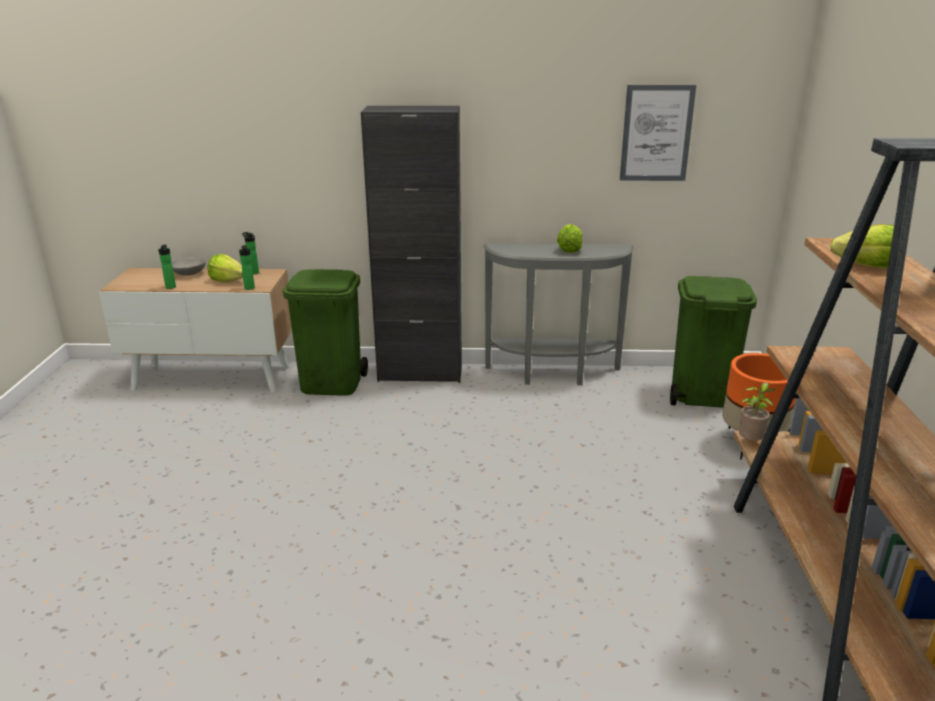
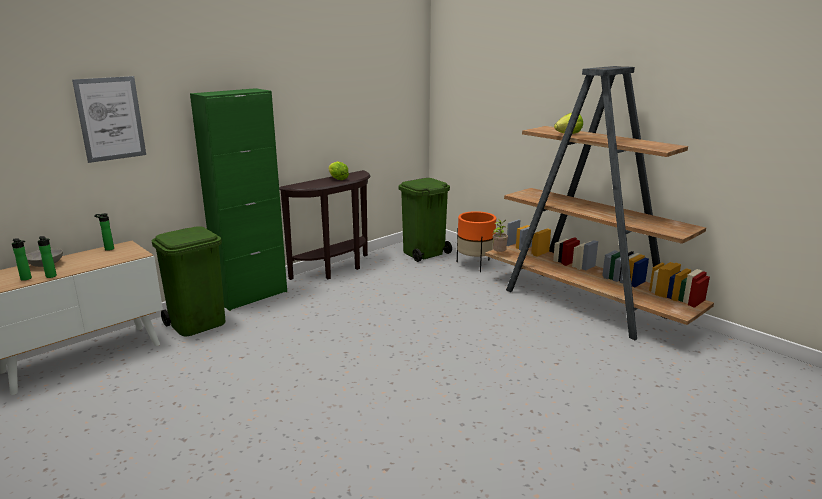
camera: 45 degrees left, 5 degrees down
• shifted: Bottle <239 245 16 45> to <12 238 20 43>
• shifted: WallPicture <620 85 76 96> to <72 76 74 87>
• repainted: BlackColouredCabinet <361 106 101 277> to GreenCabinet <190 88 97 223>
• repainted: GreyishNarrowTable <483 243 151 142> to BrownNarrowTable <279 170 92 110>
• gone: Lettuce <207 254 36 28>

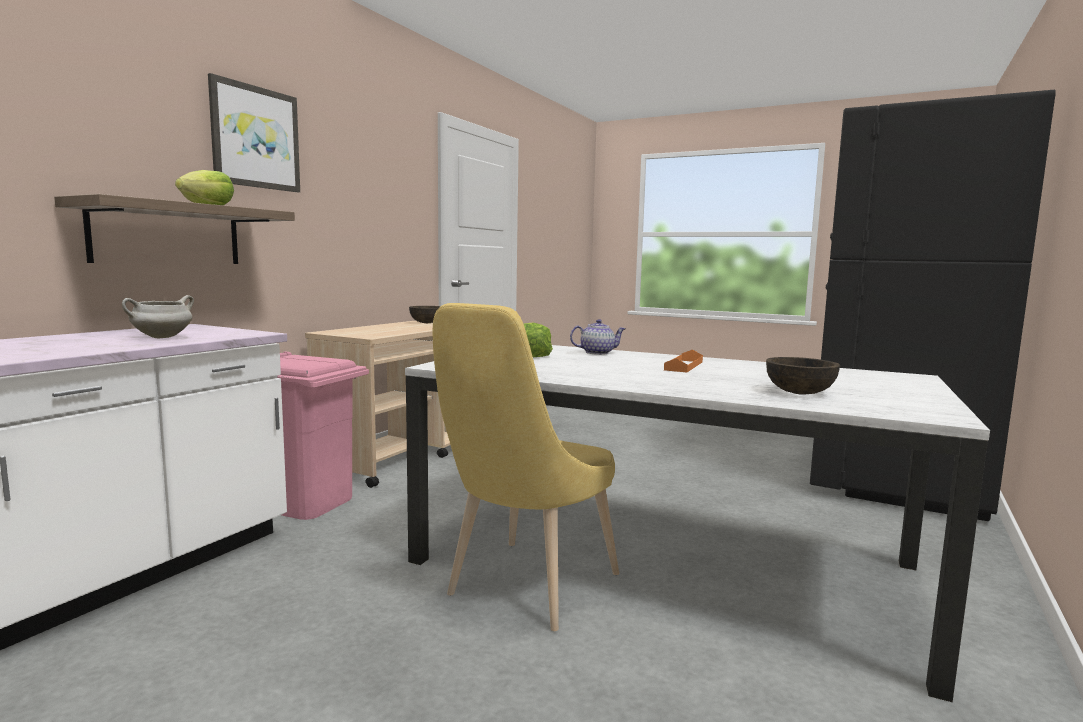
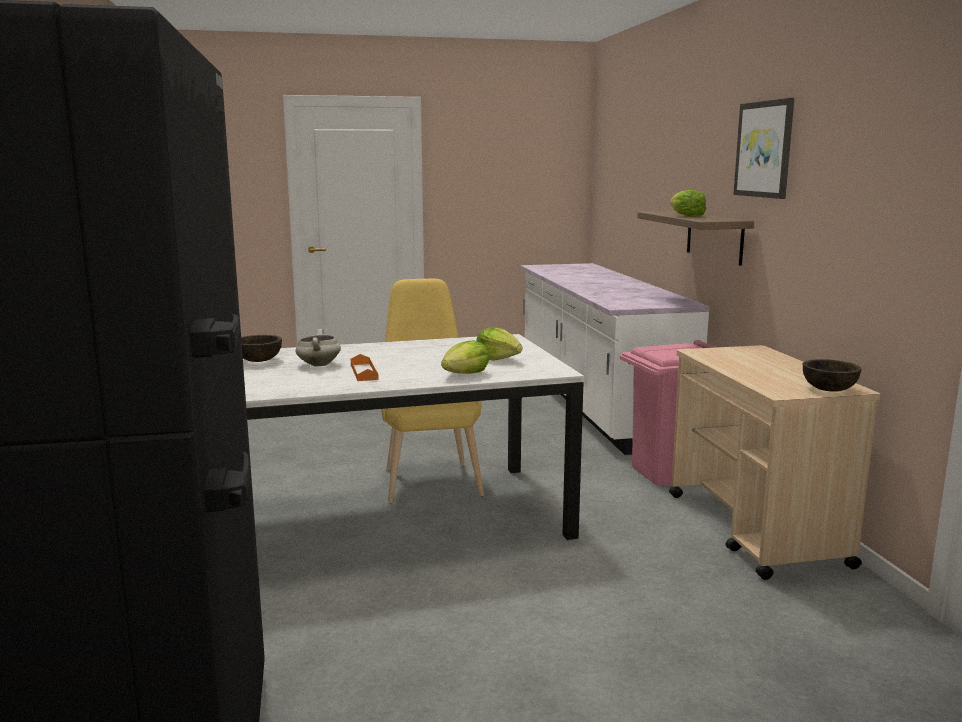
camera: 140 degrees right, 5 degrees up
• shifted: WhiteColouredCookingPot <122 295 72 43> to <295 329 46 38>
• swapped: TeaPot <570 319 56 36> to Lettuce <441 340 48 34>

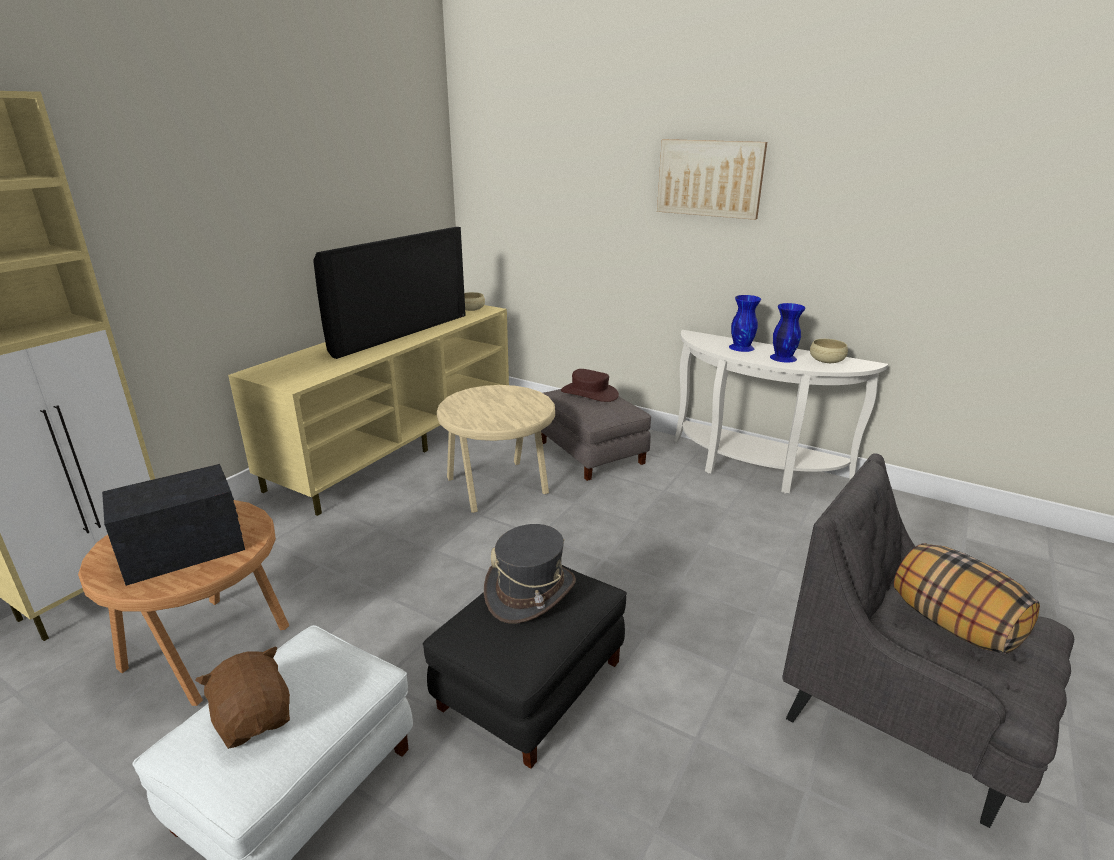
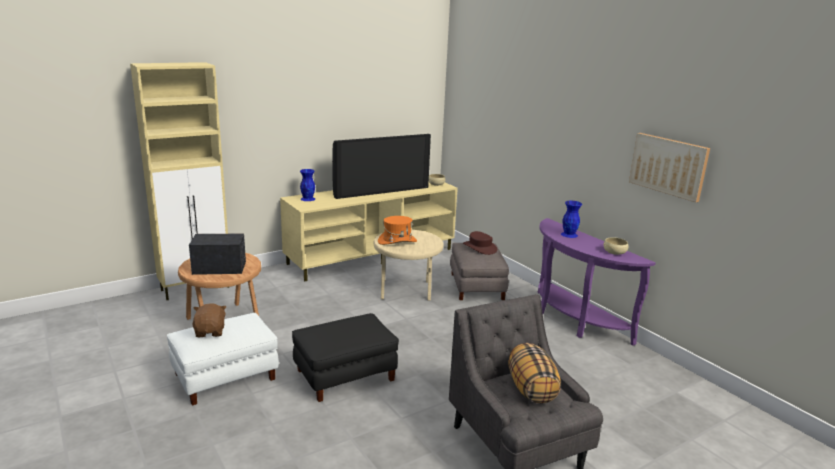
camera: 25 degrees right, 5 degrees down
• shifted: BlueColouredVase <770 303 35 60> to <300 169 15 32>
• new: OrangeyClothingHat <378 216 39 29>
• repainted: WhiteColouredNarrowTable <674 330 214 164> to PurpleNarrowTable <537 218 119 128>
• shifted: WallPicture <657 139 110 81> to <629 133 81 69>
• gone: GreyishClothingHat <484 524 92 99>

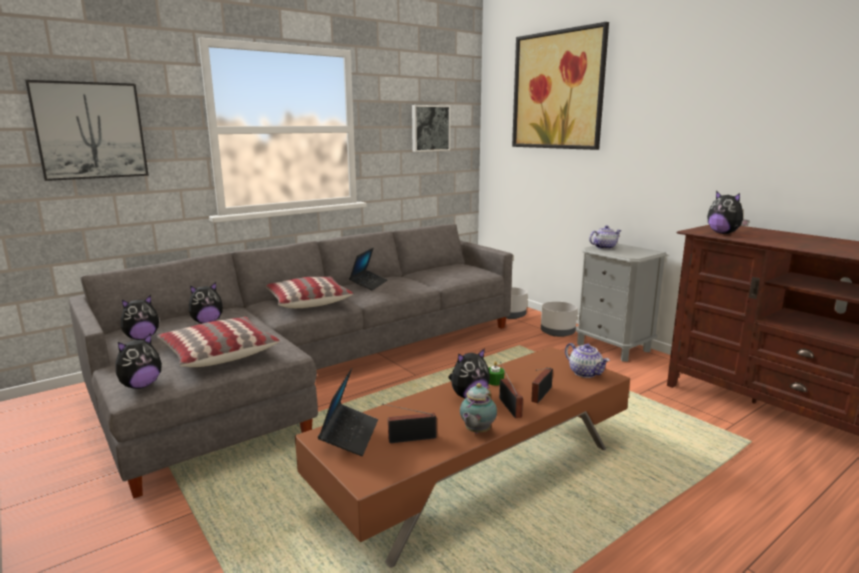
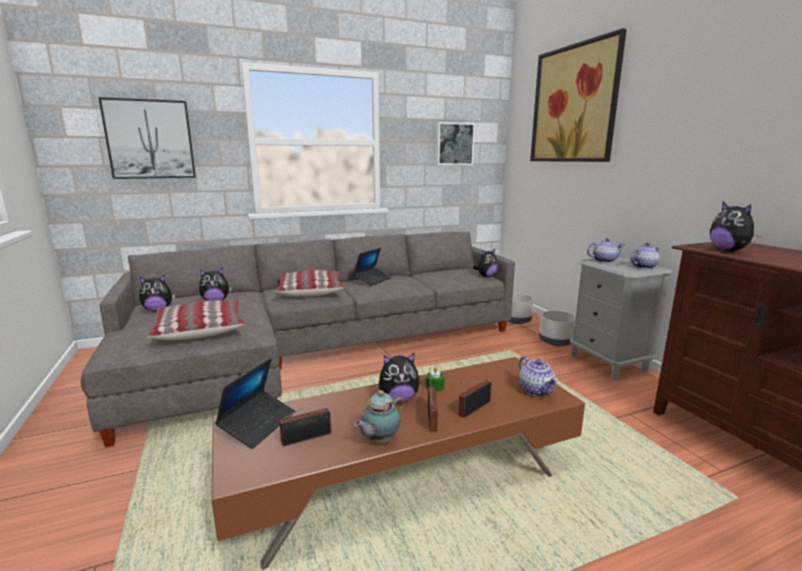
camera: 15 degrees right, 0 degrees up
• rotated: RadioSet <382 404 55 39> = <279 391 54 55> 150 degrees clockwise
• shifted: CuddlyToy <116 333 46 56> to <473 249 25 28>
• new: TeaPot <630 243 30 26>

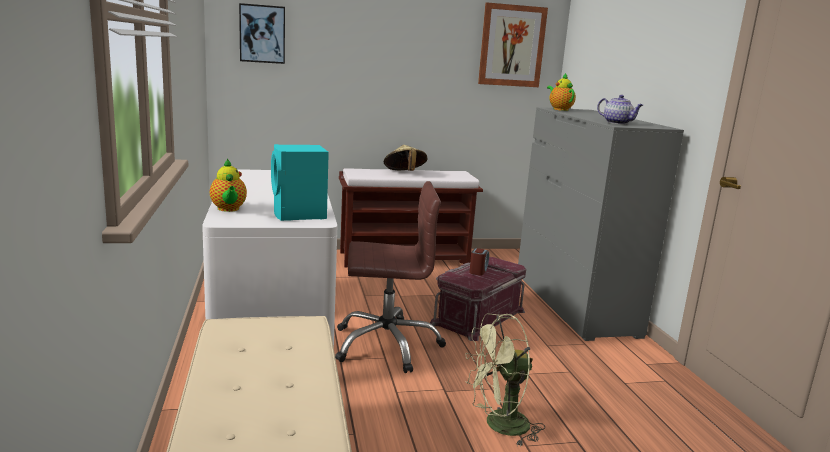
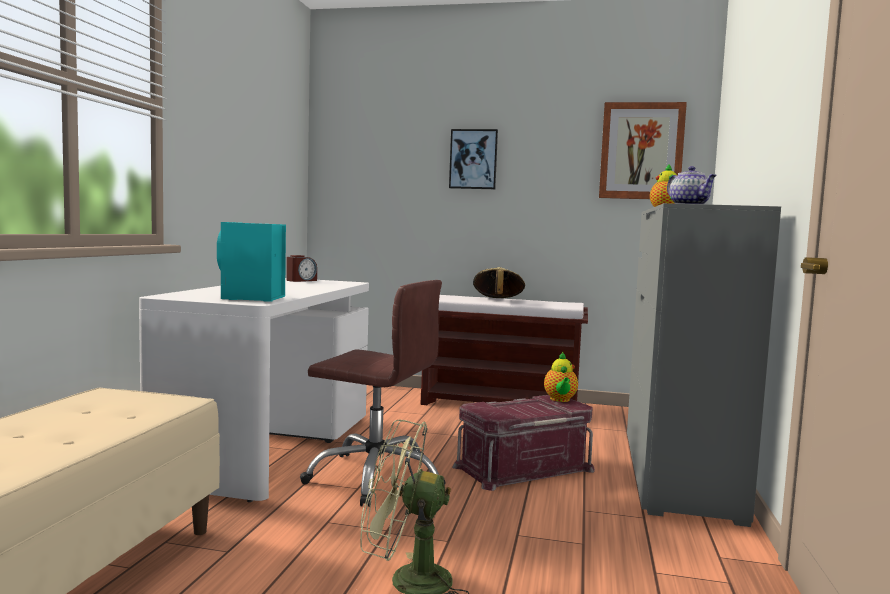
camera: 25 degrees right, 10 degrees down
• shifted: AlarmClock <469 248 20 27> to <287 255 30 27>
• shifted: WallPicture <239 3 46 61> to <449 129 49 60>
• shifted: TeaPot <210 158 37 54> to <544 352 34 50>

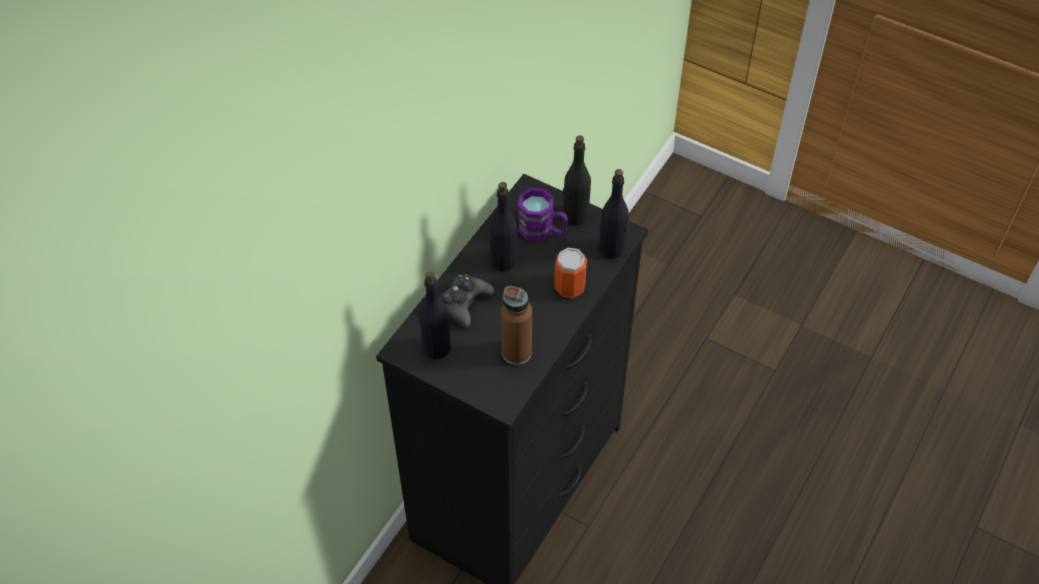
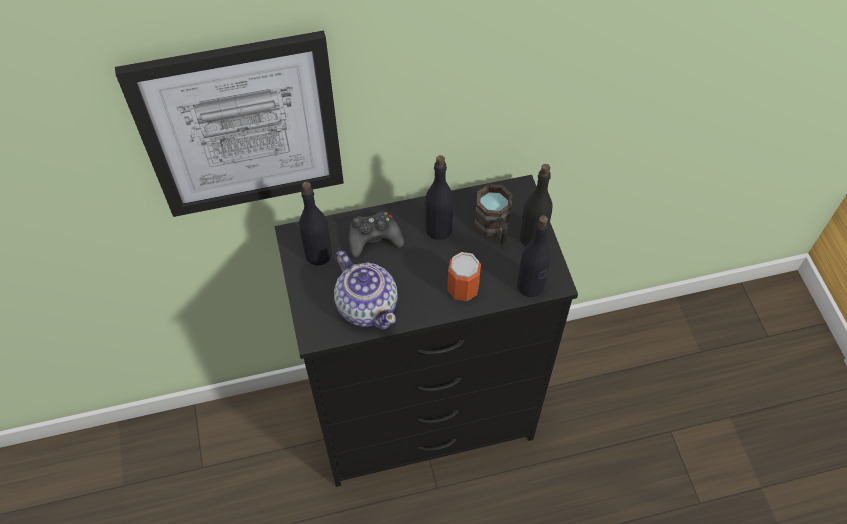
camera: 45 degrees right, 5 degrees up
• new: WallPicture <115 31 229 186>
• swapped: BrownBottle <501 286 31 79> to TeaPot <334 251 64 78>
• repainted: PurpleTeaMug <518 188 50 53> to BrownTeaMug <474 184 39 60>

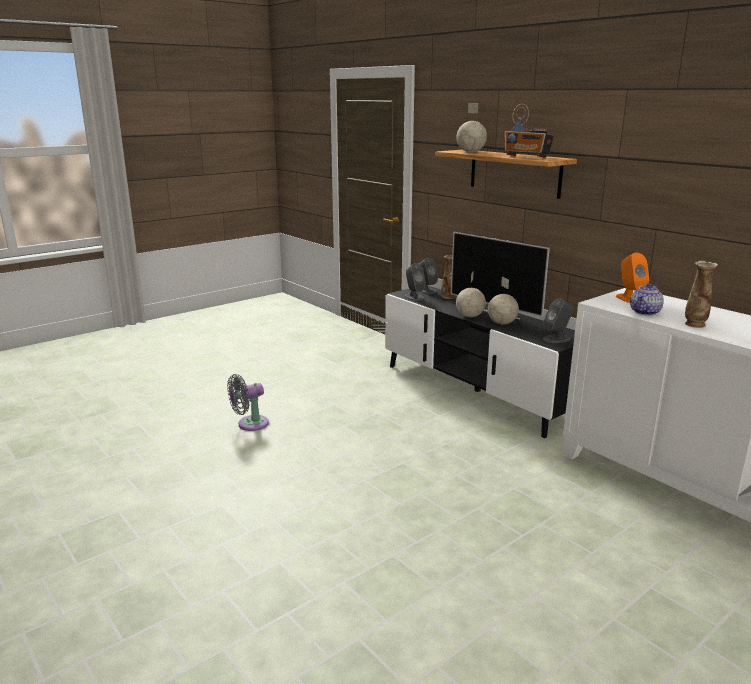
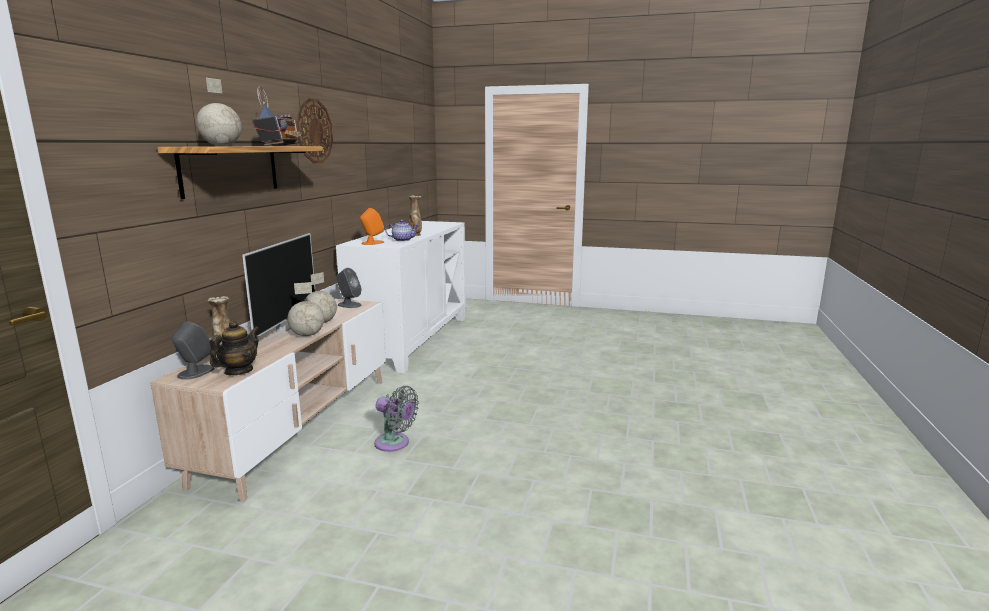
camera: 125 degrees left, 5 degrees down
• repainted: BlackColouredTvUnit <385 286 190 152> to SandColouredTvUnit <150 299 236 203>
• swapped: GreyishLoudspeaker <405 263 21 38> to TeaPot <210 320 49 55>
• new: WallClock <296 98 37 65>
• shifted: GreyishFan <227 374 42 57> to <374 386 45 66>

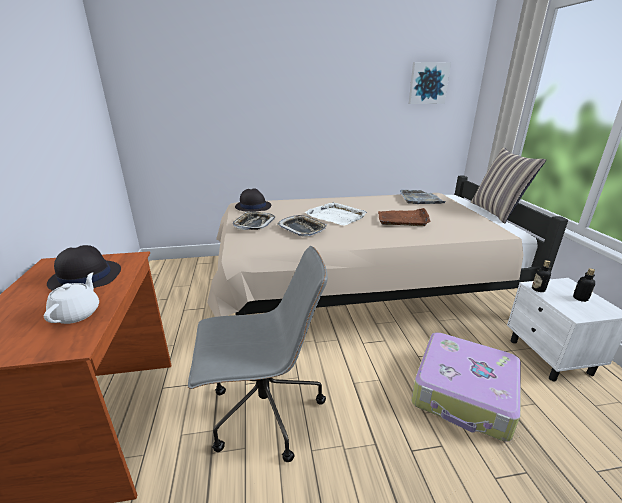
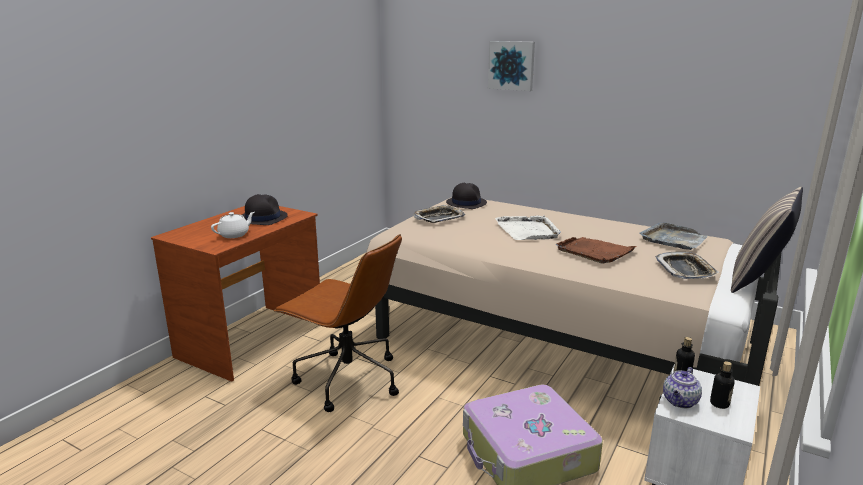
camera: 40 degrees right, 5 degrees down
• repainted: GreyishOfficeChair <188 246 140 216> to BrownOfficeChair <274 234 128 178>
• shifted: WallPicture <409 62 42 42> to <488 41 47 50>
• shifted: Tray <277 215 50 22> to <655 252 64 27>
• new: TeaPot <663 367 39 41>

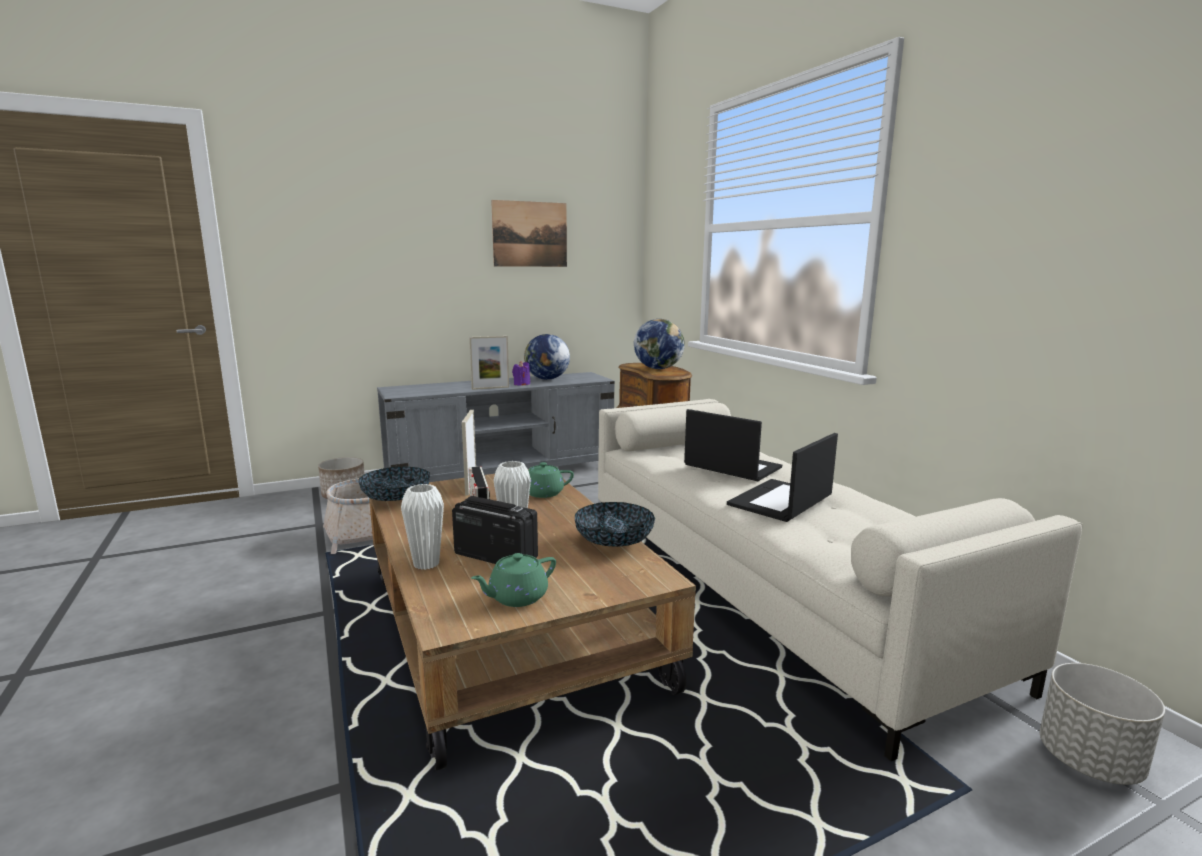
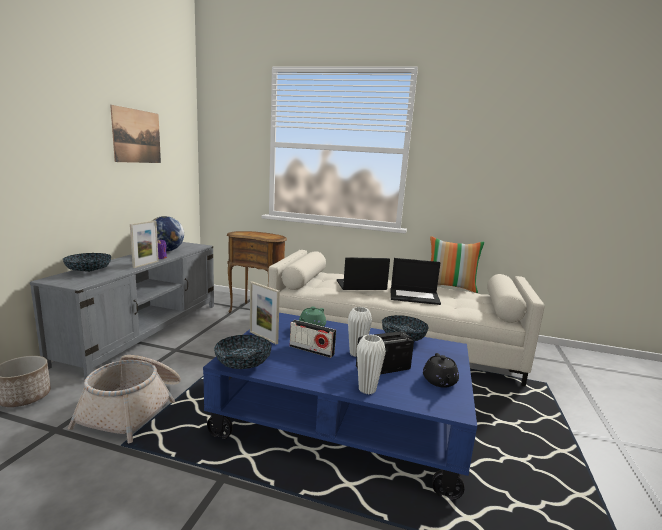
camera: 50 degrees left, 0 degrees up
• new: Bowl <63 253 48 19>
• repainted: BrownLowTable <369 474 327 297> to BlueColouredLowTable <203 313 274 187>
• rotated: PortableComputer <727 433 111 89> = <391 258 50 47> 75 degrees counterclockwise
• repainted: GreenTeaPot <471 553 85 54> to BlackColouredTeaPot <423 353 36 35>
• new: ThrowPillow <430 236 55 57>
• gone: DeskGlobe <634 319 51 50>
• gone: GreyishPlantPot <1040 663 125 122>

